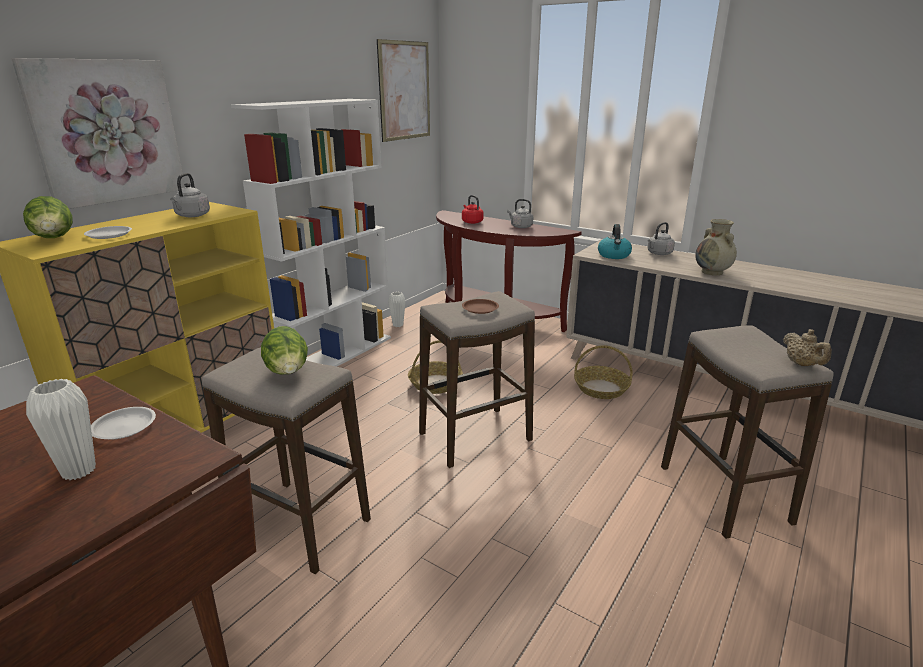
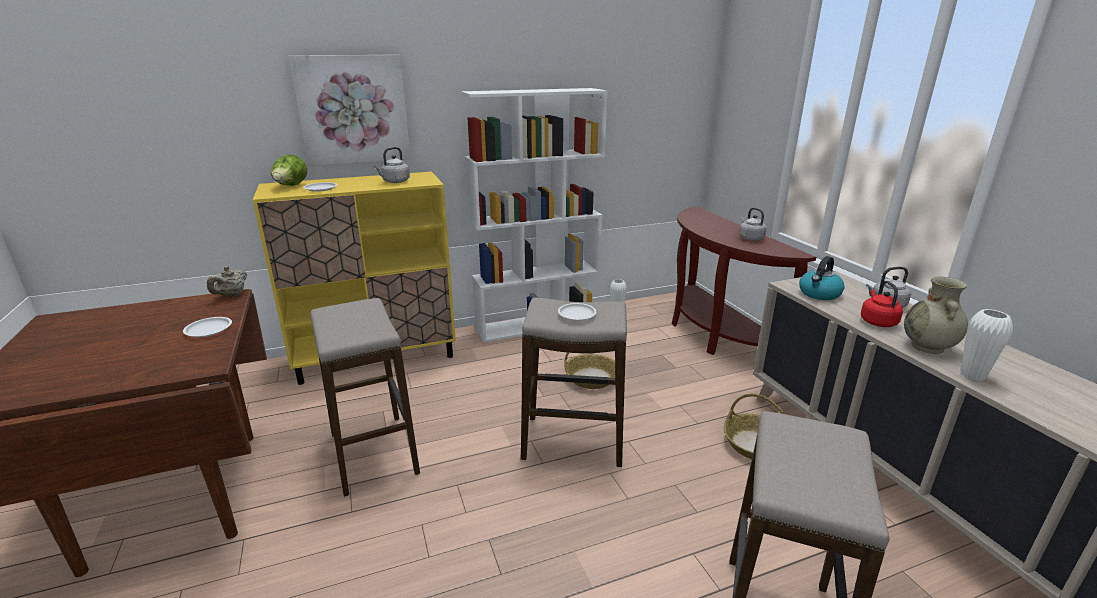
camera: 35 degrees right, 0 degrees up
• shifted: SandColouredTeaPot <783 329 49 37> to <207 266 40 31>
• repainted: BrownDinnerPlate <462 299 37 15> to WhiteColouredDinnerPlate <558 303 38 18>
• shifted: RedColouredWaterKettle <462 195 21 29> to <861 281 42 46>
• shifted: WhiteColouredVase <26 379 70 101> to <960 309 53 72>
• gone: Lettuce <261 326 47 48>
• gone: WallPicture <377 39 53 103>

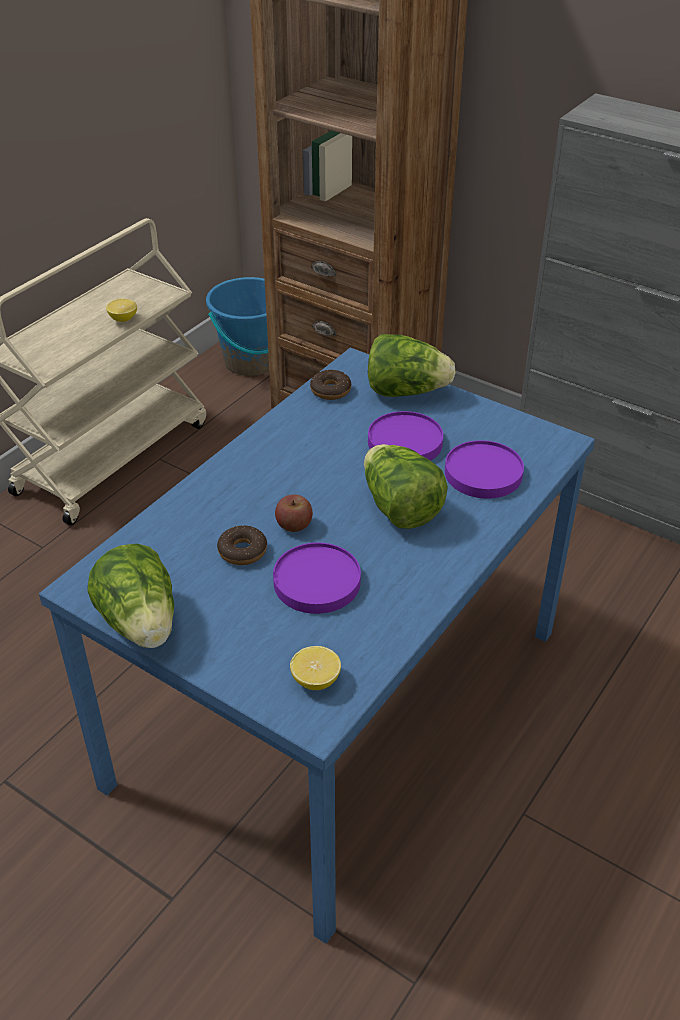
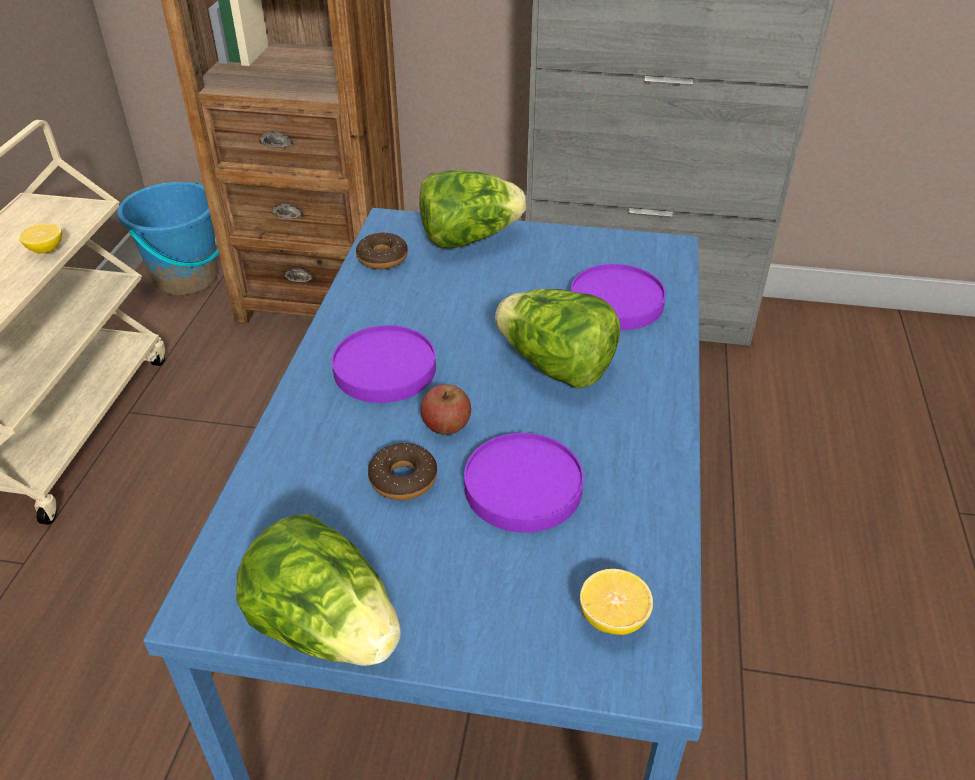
camera: 25 degrees left, 0 degrees up
• shifted: PurpleDinnerPlate <368 411 75 50> to <332 325 104 78>

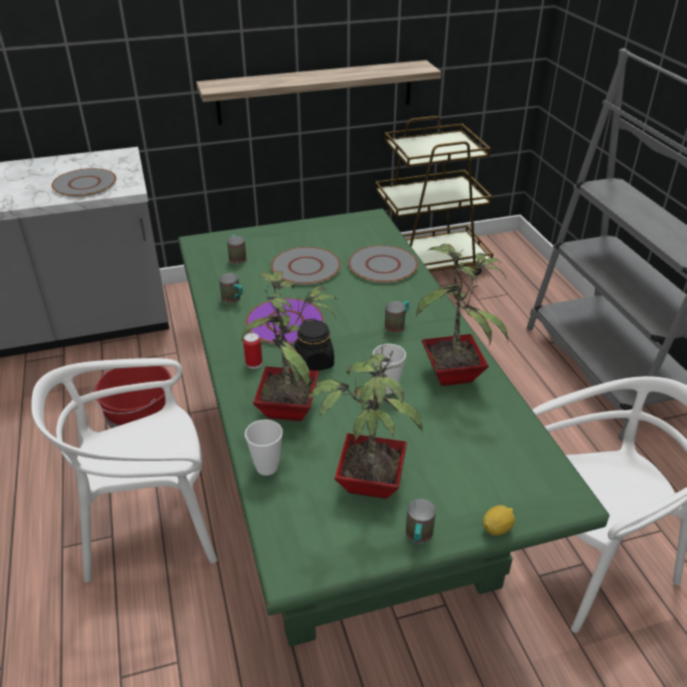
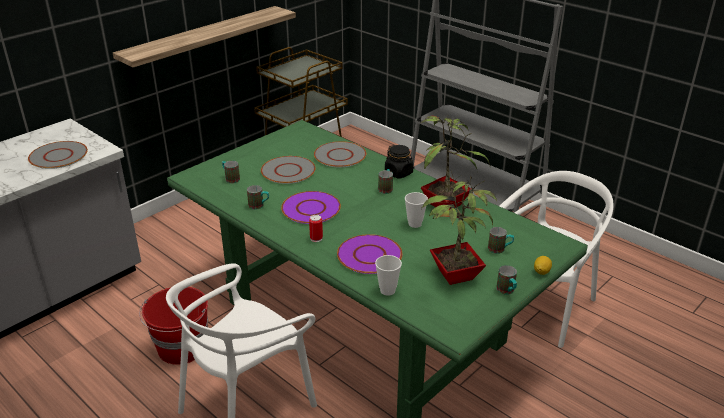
camera: 30 degrees left, 5 degrees down
• swapped: PlantInAPot <242 271 96 150> to PurpleDinnerPlate <337 234 66 40>
• shifted: BlackColouredJar <295 318 39 53> to <385 145 28 34>
• new: TeaMug <488 227 26 27>

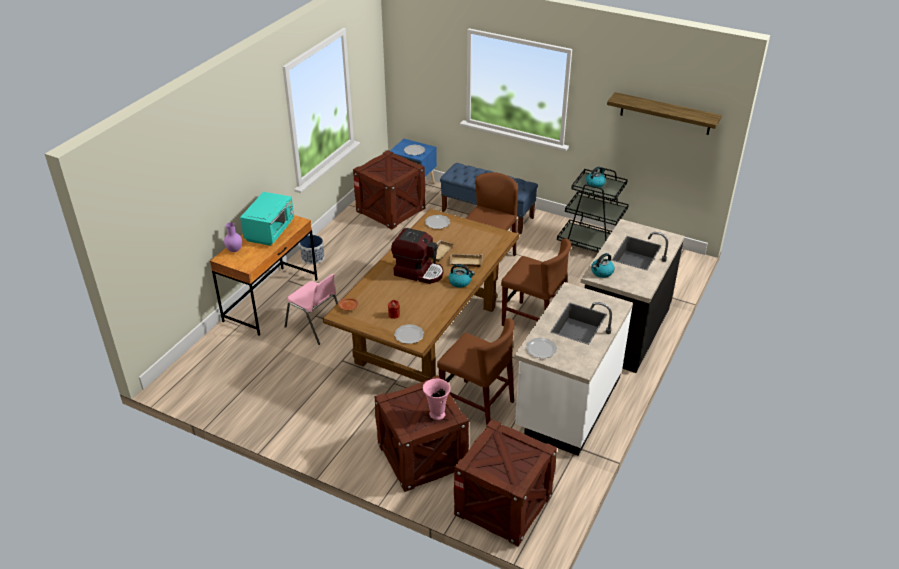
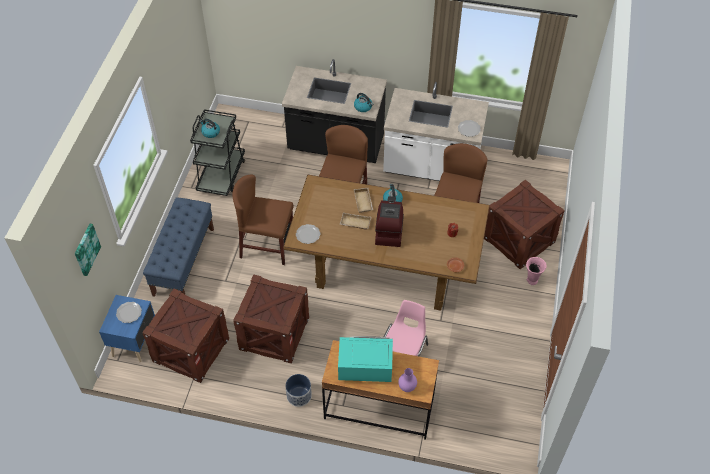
camera: 105 degrees left, 15 degrees up
• new: WallPicture <75 223 26 53>
• shifted: Crate <454 419 103 128> to <233 274 76 90>
• shifted: PinkishVase <423 378 28 42> to <526 257 21 28>
• gone: DinnerPlate <394 324 30 20>
• gone: BracketShelf <607 92 115 43>

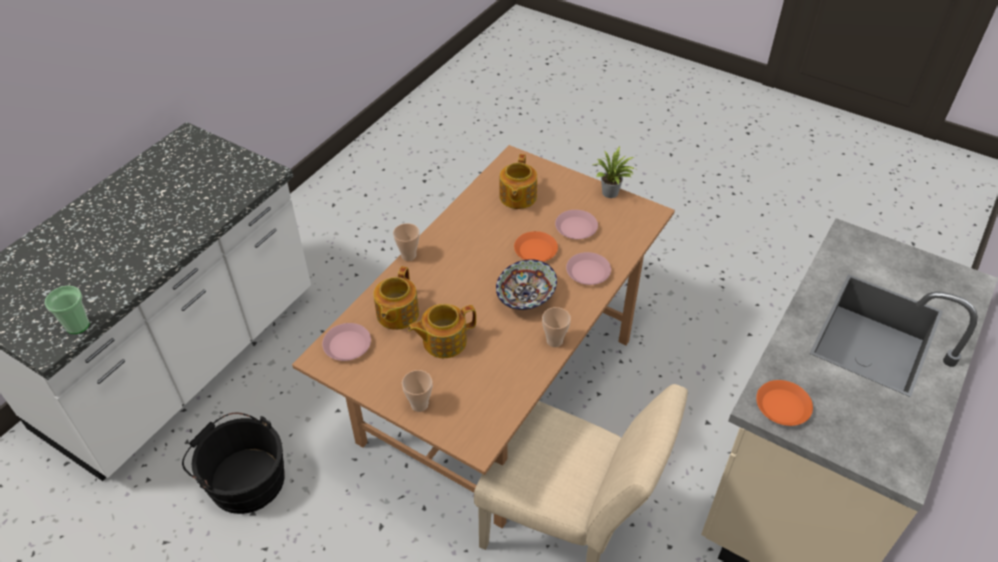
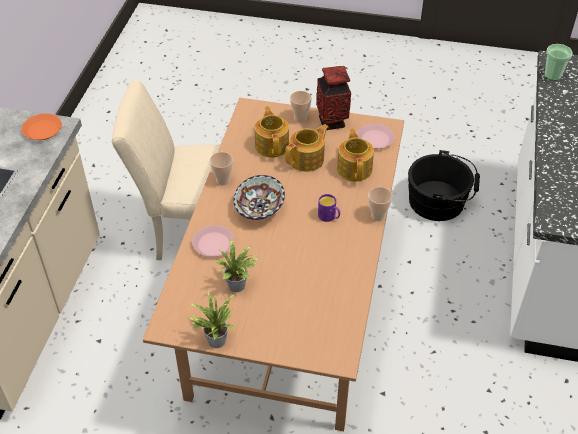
camera: 160 degrees right, 0 degrees up
• swapped: PinkishDinnerPlate <555 210 43 29> to PlantInAPot <215 239 43 53>
• shifted: TeaPot <499 154 38 55> to <255 106 34 52>
• new: Vase <316 66 35 64>
• new: PurpleTeaMug <318 194 22 28>
• gone: OrangeyDinnerPlate <514 231 44 31>

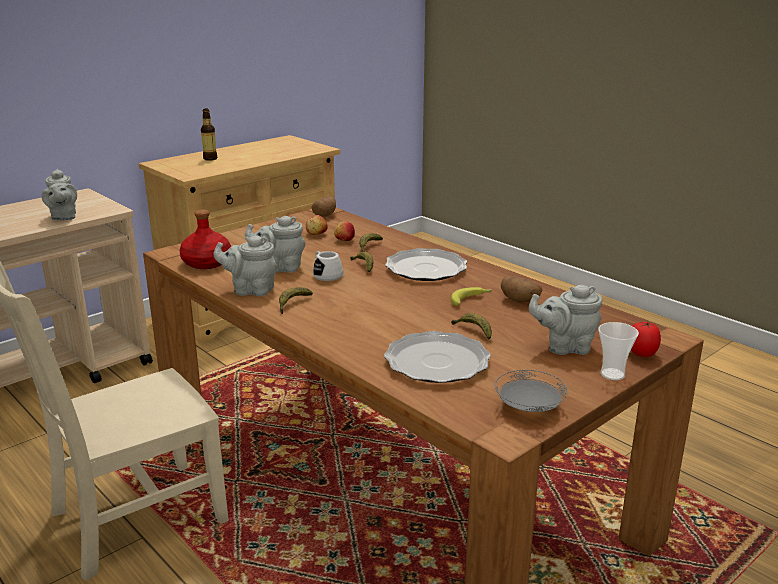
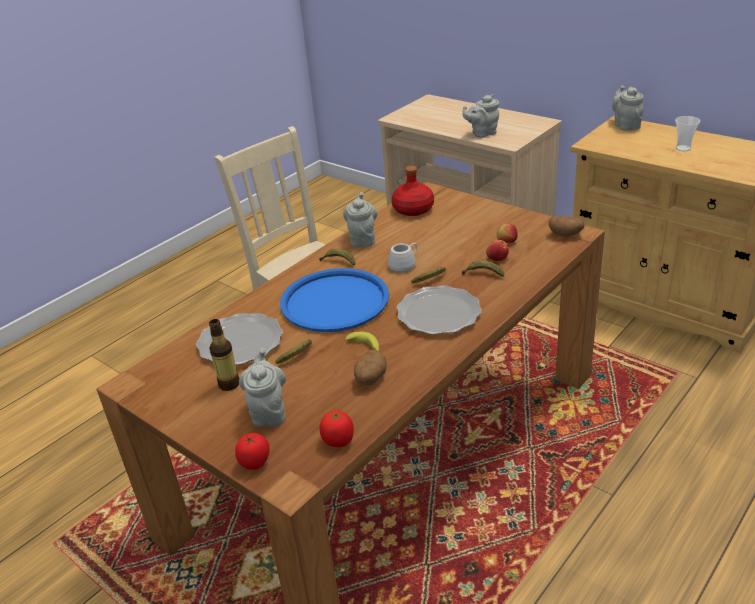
camera: 85 degrees right, 10 degrees up
• shifted: Bottle <201 109 16 52> to <209 319 30 72>
• new: BlueColouredTray <280 268 109 64>
• new: WholeTomato <319 410 35 37>
• shifted: GreyishTeaPot <245 216 61 57> to <612 86 32 45>
• shifted: Cup <598 322 41 58> to <675 116 25 36>
• gone: GreyishDinnerPlate <495 370 73 42>

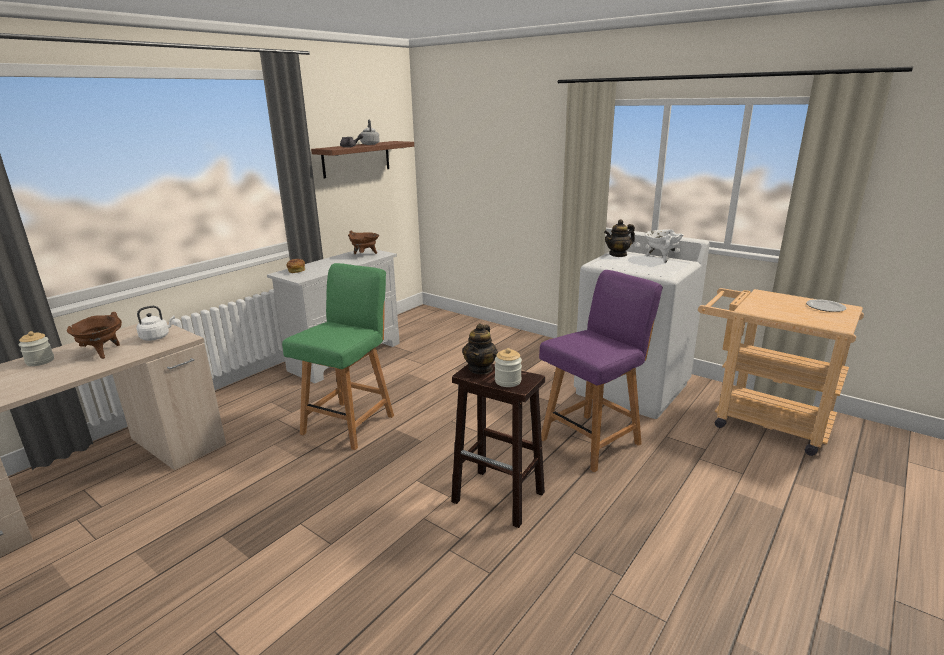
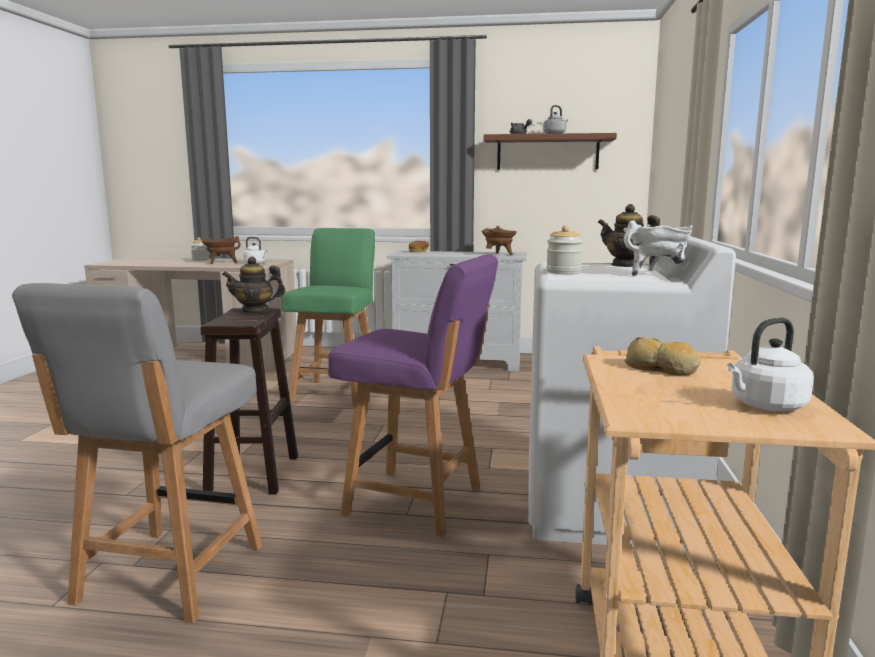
camera: 60 degrees right, 10 degrees down
• new: GreyishPlainChair <12 283 250 340>
• rotated: GreenPlainChair <282 263 112 187> = <281 228 94 179> 75 degrees counterclockwise
• shifted: Jar <495 348 27 39> to <546 225 36 49>
• new: Bread <624 337 77 38>
• swapped: DinnerPlate <806 299 40 13> to WhiteColouredWaterKettle <727 318 87 93>

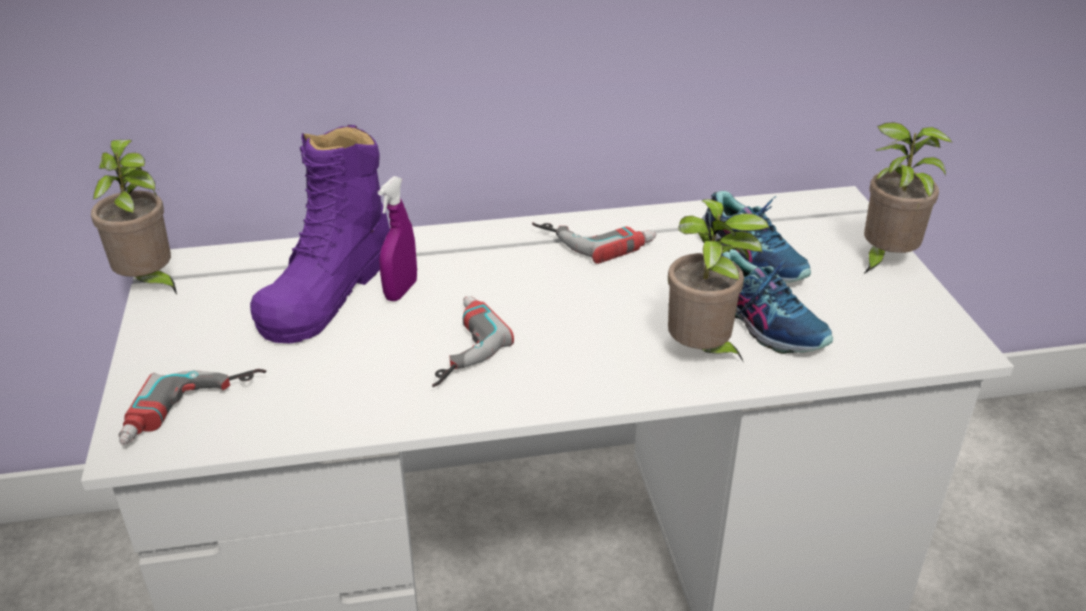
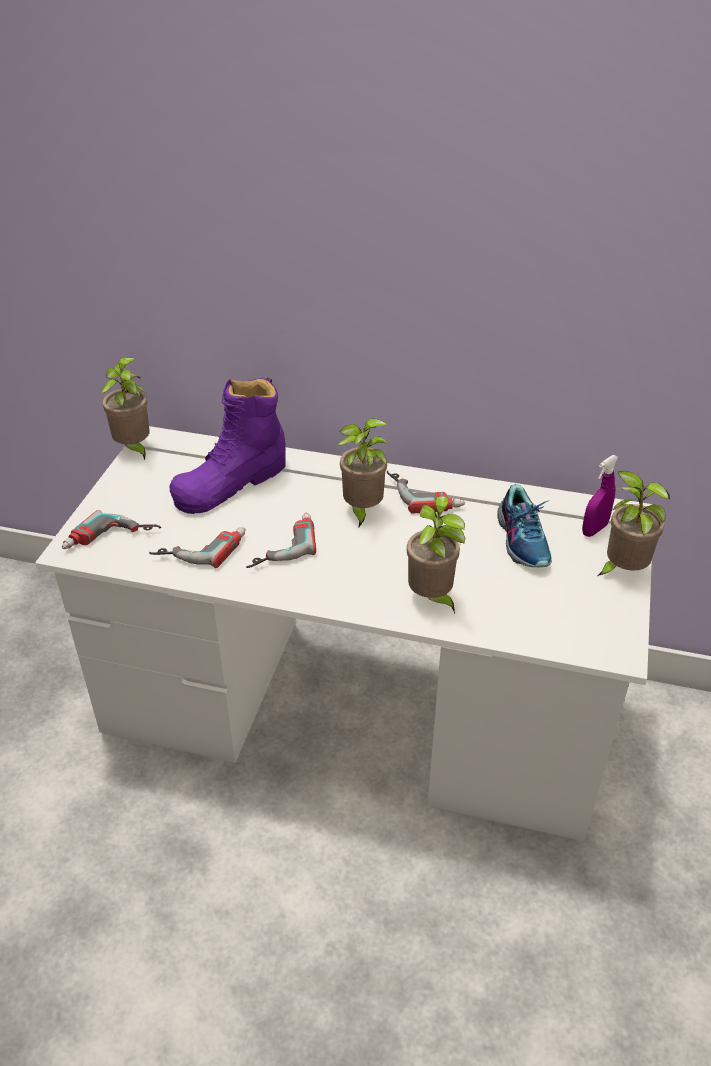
camera: 25 degrees right, 5 degrees up
• new: Drill <149 527 96 41>
• new: PlantInAPot <337 418 51 110>
• shifted: PurpleSprayBottle <378 176 39 125> to <582 455 37 82>
• gone: LowShoe <721 249 112 105>

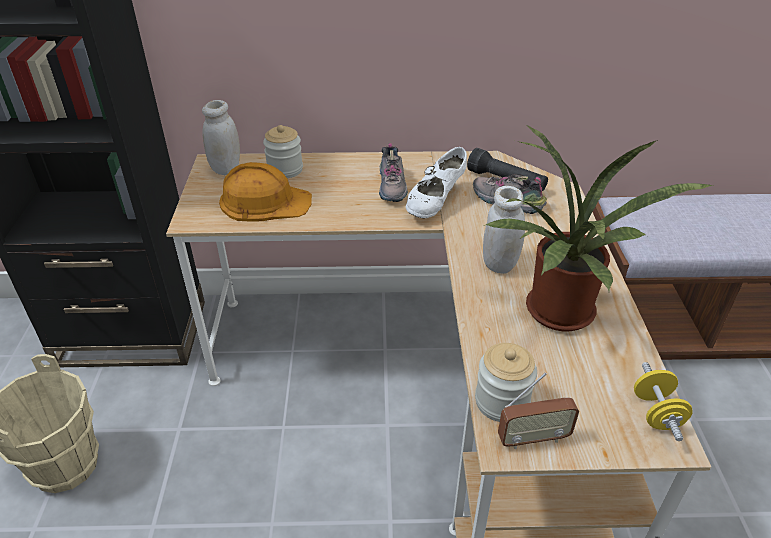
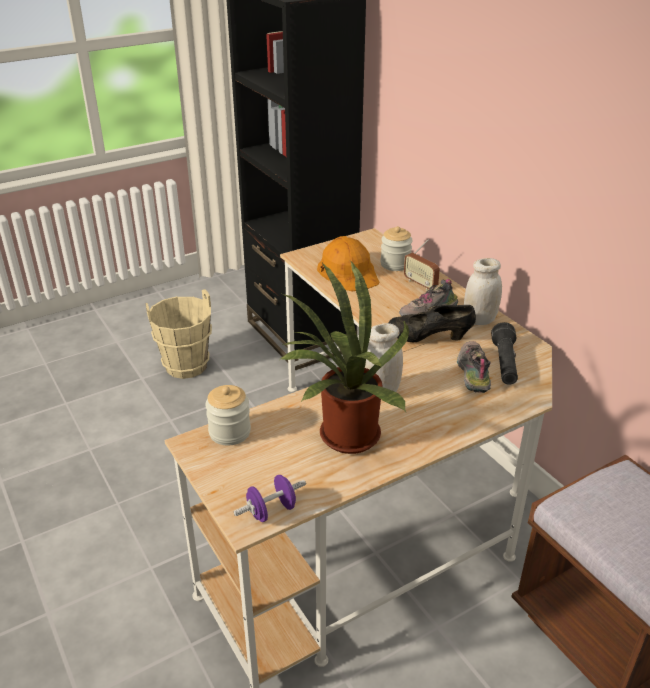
camera: 60 degrees right, 5 degrees down
• repainted: YellowColouredFreeWeight <634 362 59 79> to PurpleFreeWeight <234 475 72 47>
• repainted: WhiteColouredLowShoe <406 147 61 71> to BlackColouredLowShoe <389 305 87 37>
• shifted: RadioSet <498 372 81 77> to <404 239 36 52>
• shifted: WhiteColouredJar <202 100 38 75> to <464 258 38 67>

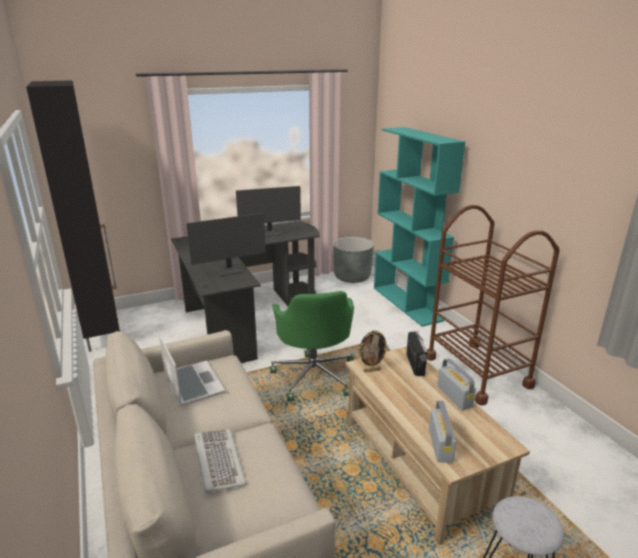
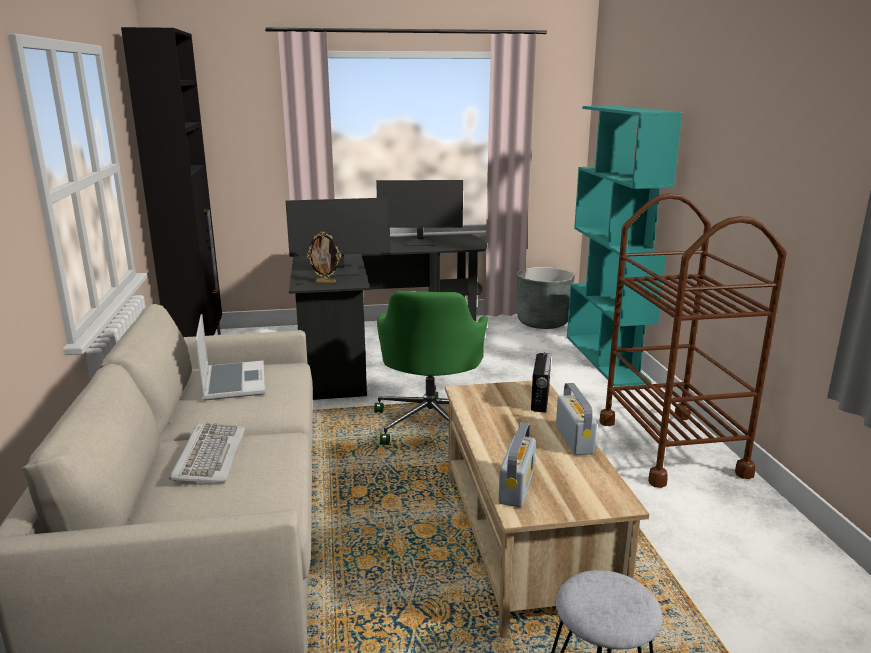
camera: 15 degrees right, 5 degrees down
• shifted: PictureFrame <358 330 31 42> to <307 232 34 51>

